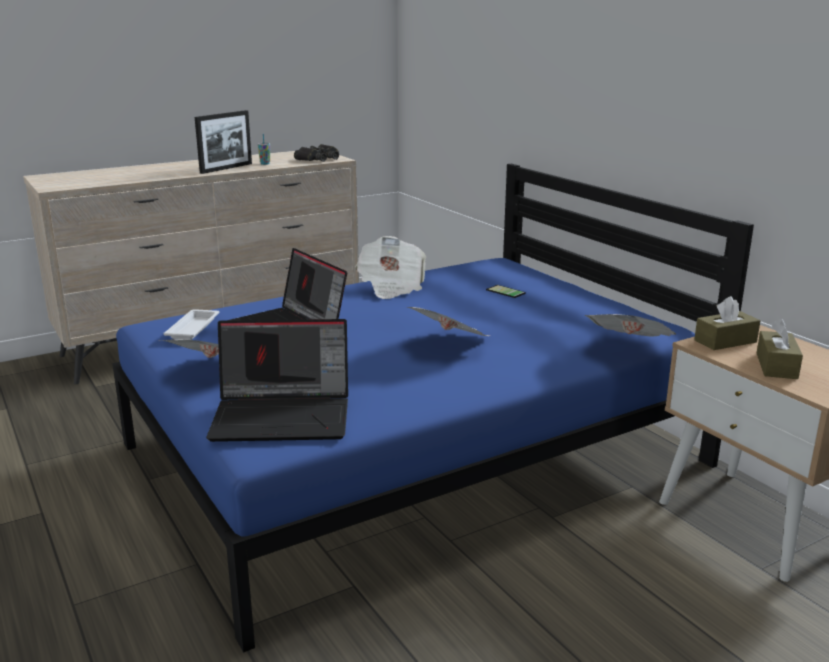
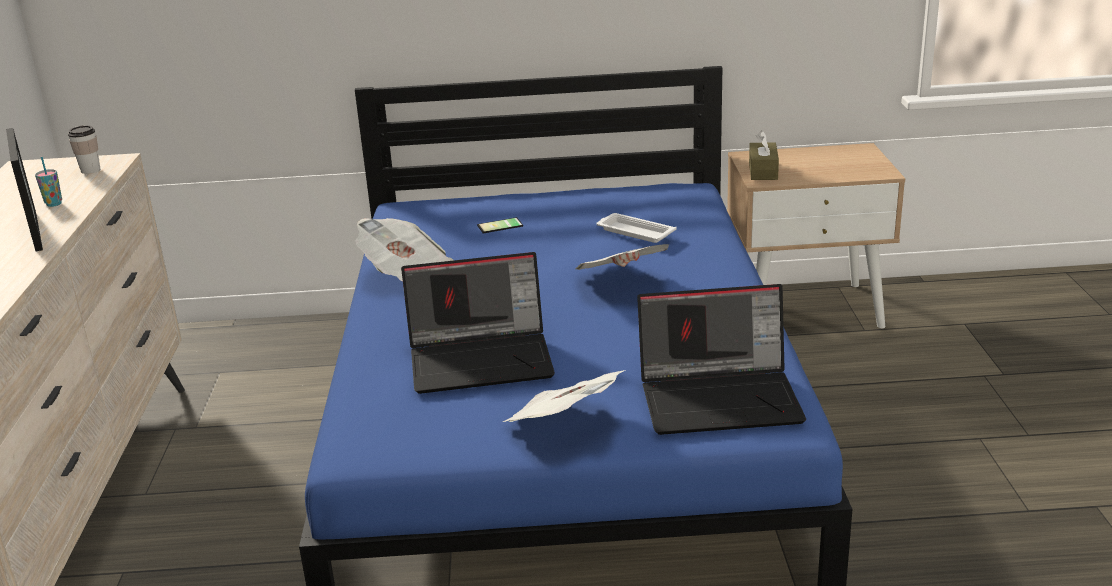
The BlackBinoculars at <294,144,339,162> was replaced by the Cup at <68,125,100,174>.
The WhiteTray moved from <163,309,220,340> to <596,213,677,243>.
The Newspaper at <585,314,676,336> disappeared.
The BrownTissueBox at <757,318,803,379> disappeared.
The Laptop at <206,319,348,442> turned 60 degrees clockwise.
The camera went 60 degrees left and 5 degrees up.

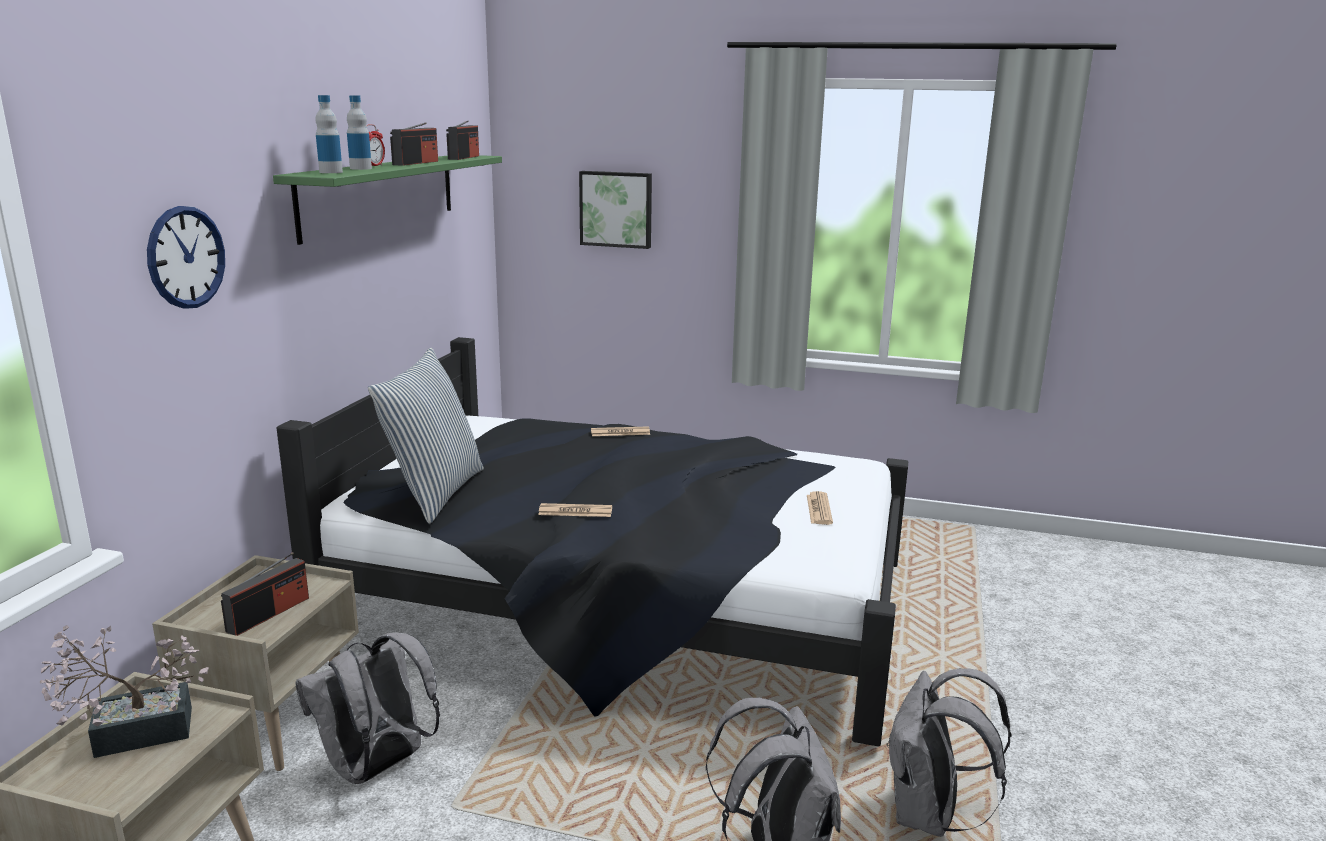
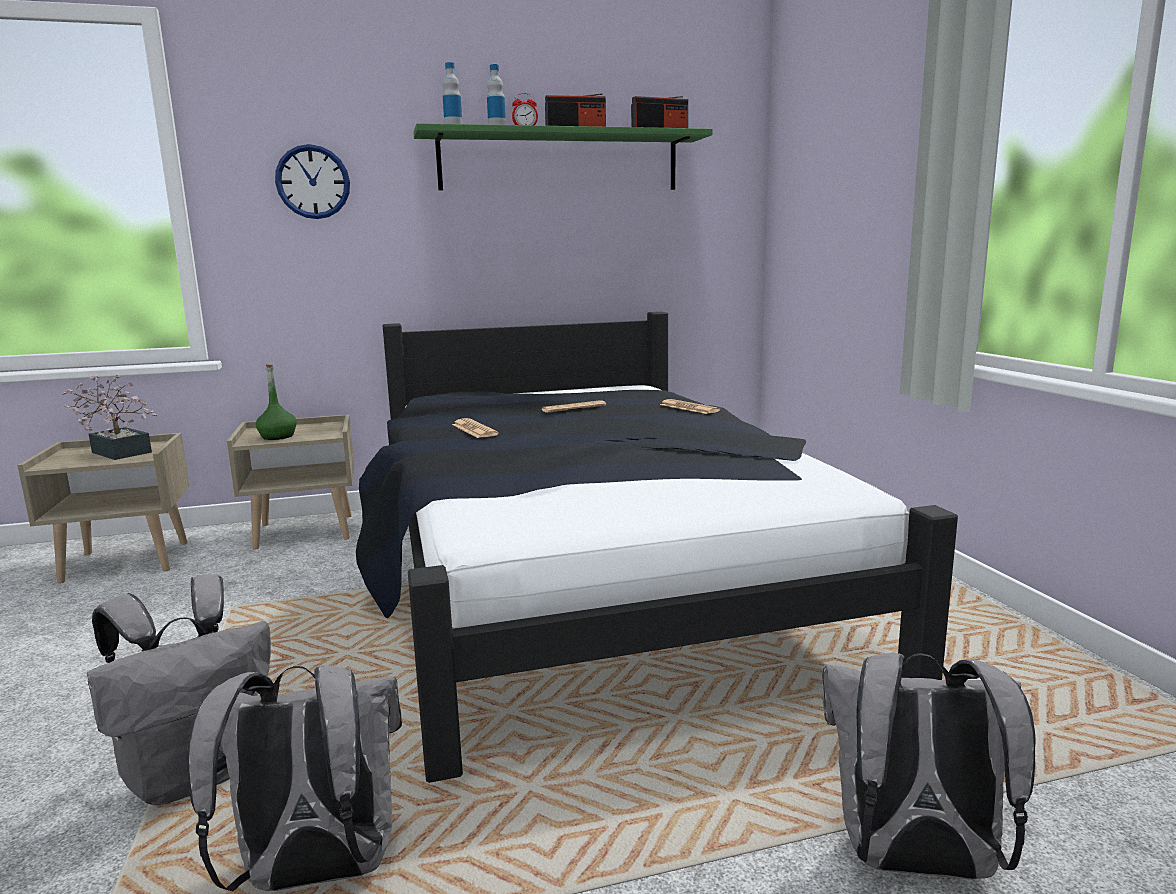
The Picture at <579,171,652,249> disappeared.
The Pillow at <368,348,484,524> disappeared.
The Newspaper moved from <807,491,833,525> to <542,400,606,413>.
The Radio at <221,552,309,636> was replaced by the GreenBottle at <256,364,297,440>.
The GreyBackpack moved from <295,632,440,784> to <822,652,1036,880>.
The camera went 60 degrees right and 5 degrees down.

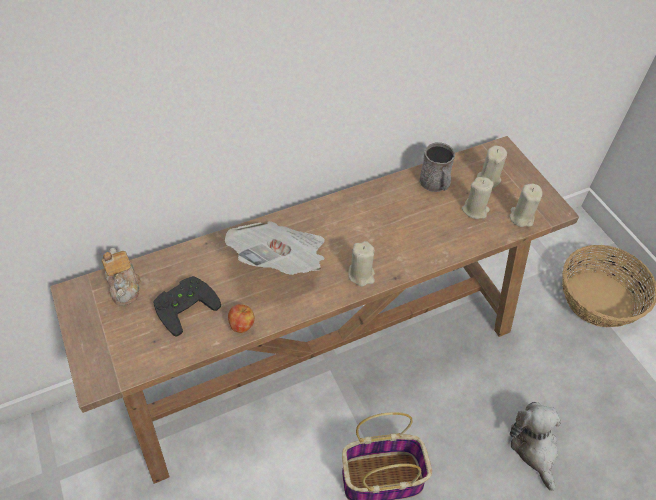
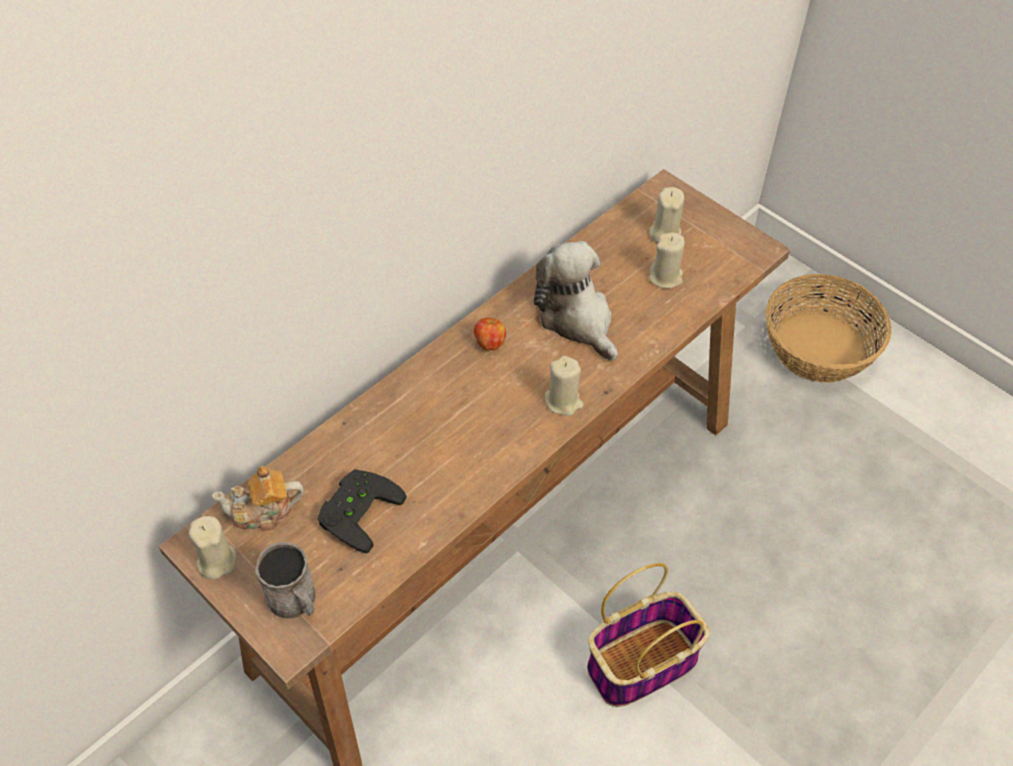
The GreyMug moved from <419,142,455,192> to <255,542,316,619>.
The BeigeCandle moved from <510,184,543,227> to <189,516,236,580>.
The Newspaper at <225,221,325,275> disappeared.
The Teapot at <102,248,141,306> turned 120 degrees clockwise.
The Apple moved from <228,304,255,333> to <474,318,506,351>.
The PlushToy moved from <510,402,561,491> to <534,241,618,361>.
The camera went 20 degrees left and 0 degrees up.

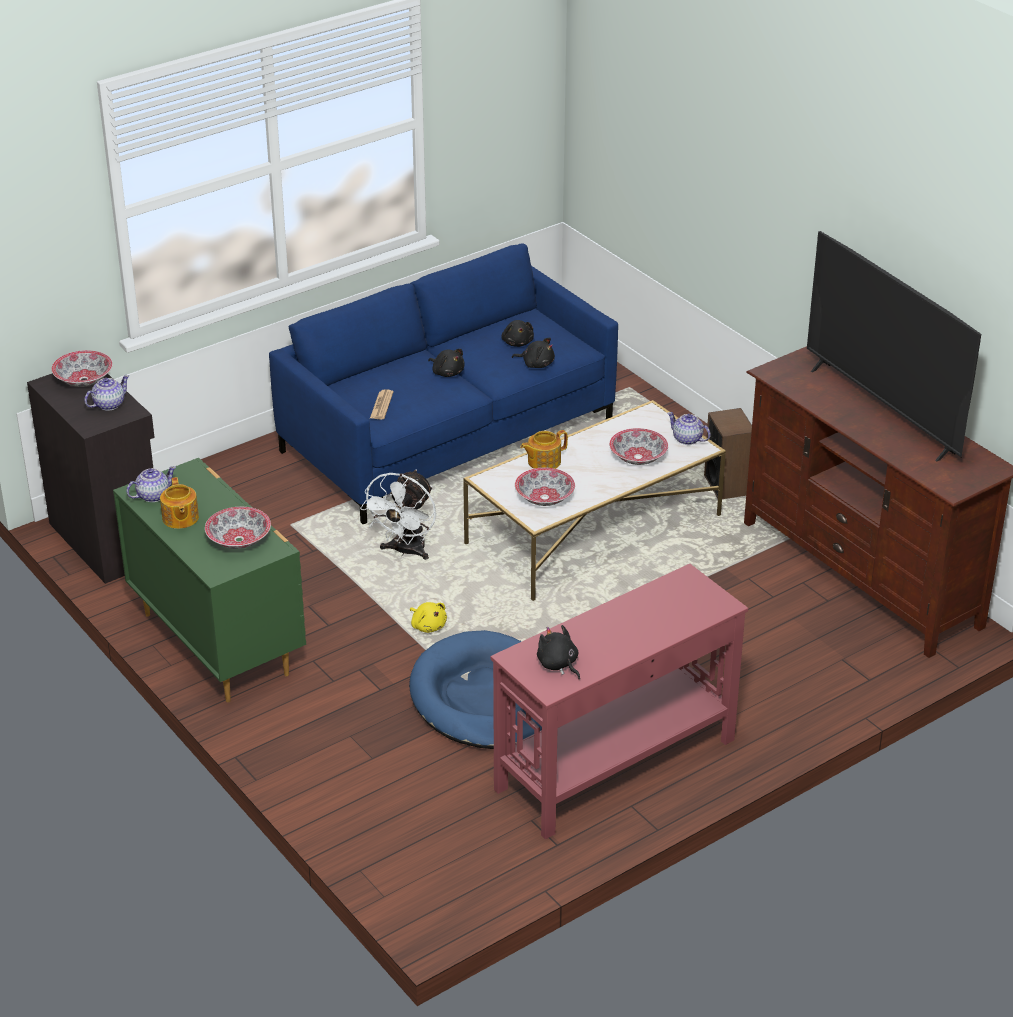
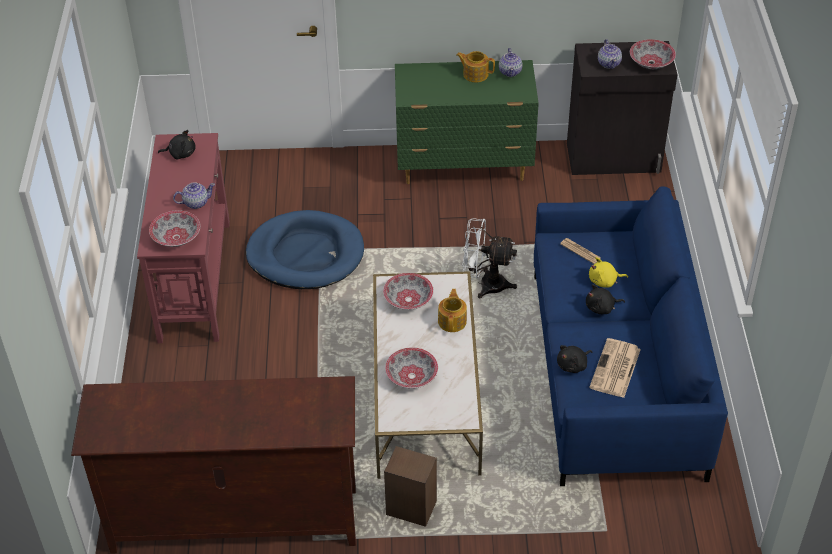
The Television at <807,231,981,462> disappeared.
The BlackPlushToy at <501,320,534,347> was replaced by the Newspaper at <589,338,641,398>.
The Teapot moved from <667,412,711,445> to <173,182,215,209>.
The WhiteFan at <360,470,436,560> turned 45 degrees counterclockwise.
The Bowl moved from <205,507,271,549> to <149,210,200,247>.
The YellowPlushToy moved from <410,602,447,633> to <589,257,628,288>.
The camera went 125 degrees right and 10 degrees up.

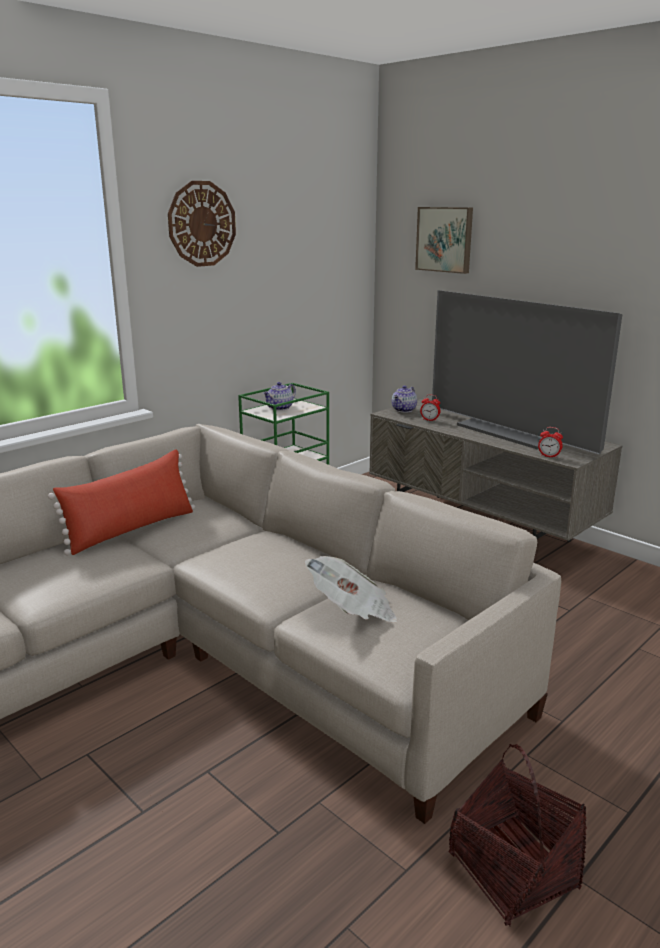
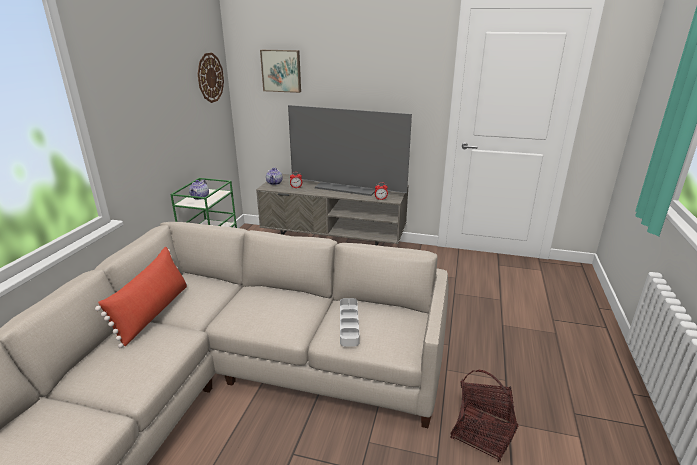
The WallClock moved from <168,181,236,267> to <198,53,224,103>.
The Newspaper at <305,556,398,622> was replaced by the GreyTray at <340,298,360,347>.
The camera went 30 degrees left and 5 degrees up.

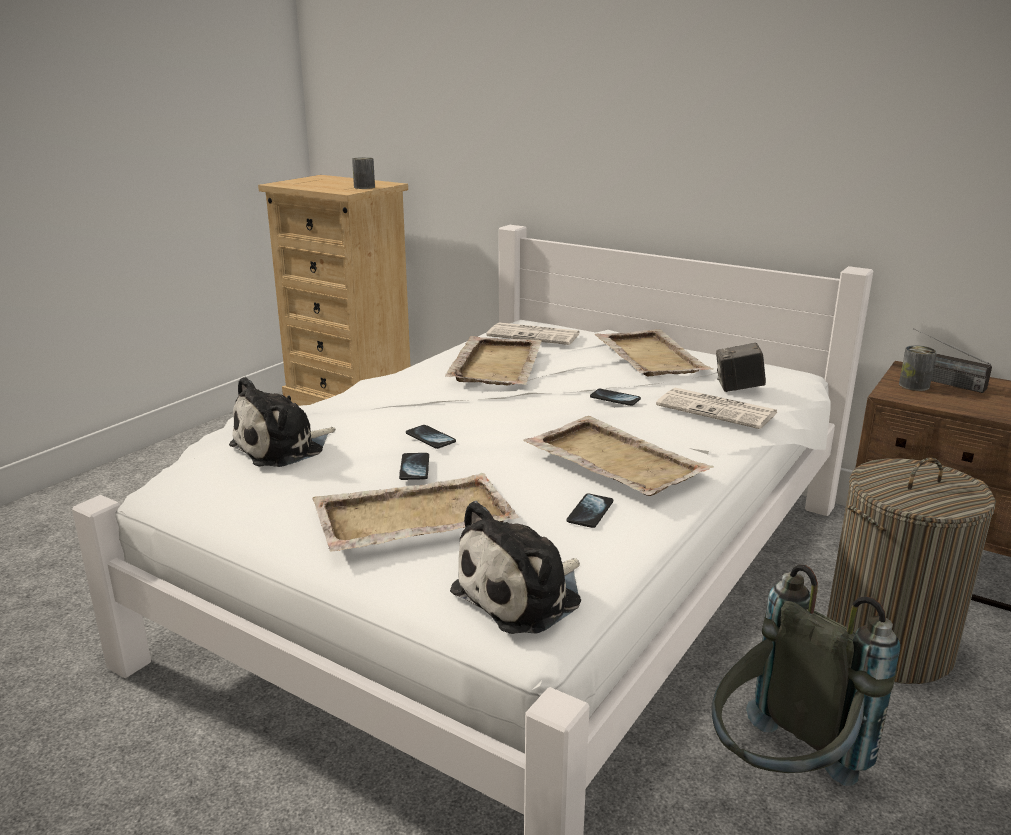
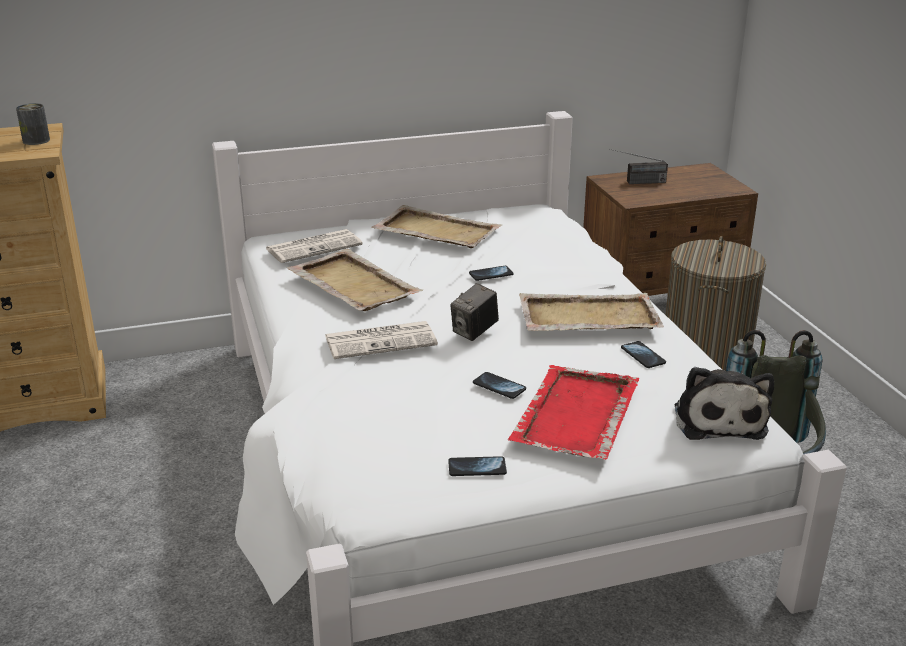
The PhotoCamera moved from <716,343,766,392> to <450,283,499,341>.
The Can at <899,345,937,391> disappeared.
The PlushToy at <229,377,336,467> disappeared.
The Newspaper moved from <656,388,778,429> to <325,321,438,359>.
The Phone moved from <406,425,456,449> to <448,456,507,476>.
The BeigeTray at <312,473,519,552> became the RedTray at <508,365,640,460>.
The camera went 50 degrees left and 5 degrees up.

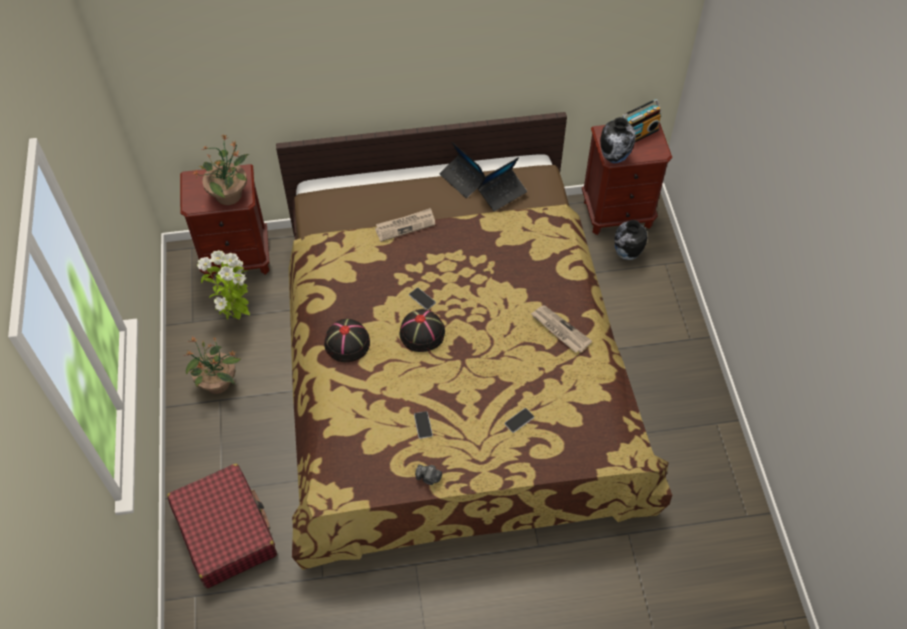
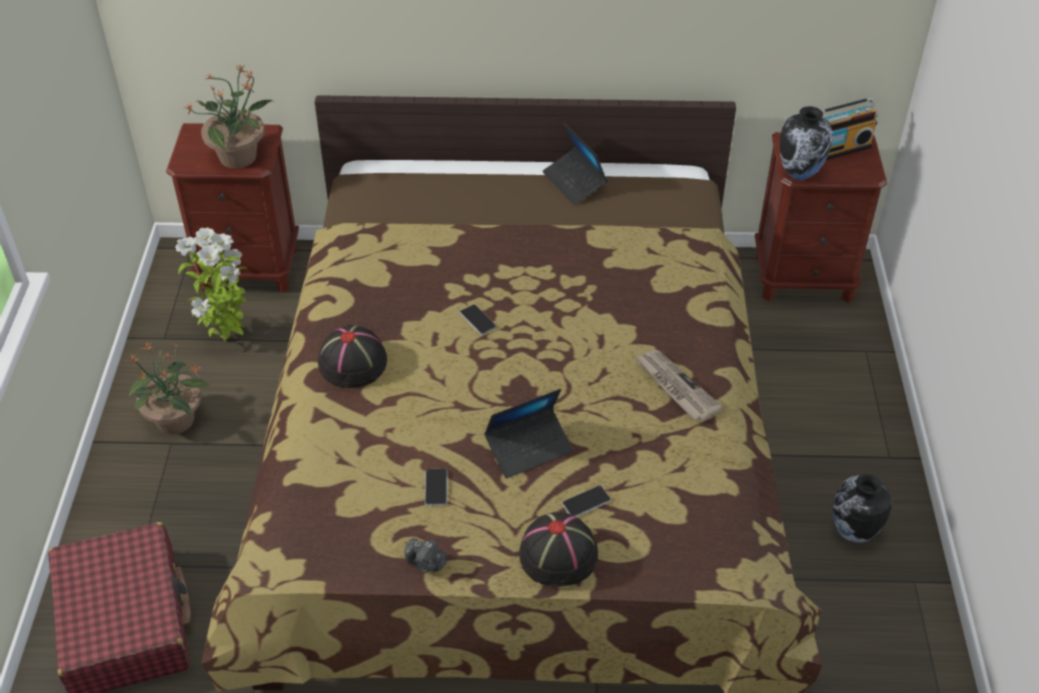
The Laptop moved from <478,157,527,212> to <484,389,573,478>.
The Newspaper at <375,208,435,242> disappeared.
The Vase moved from <614,220,647,260> to <833,474,892,543>.
The BlackHat moved from <400,309,445,352> to <519,512,598,587>.
The camera went 10 degrees right and 10 degrees down.

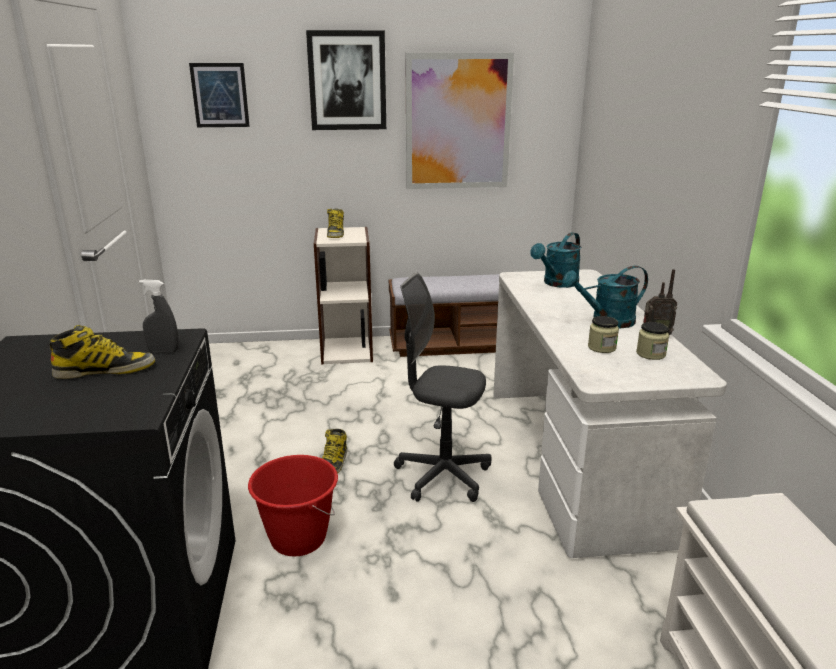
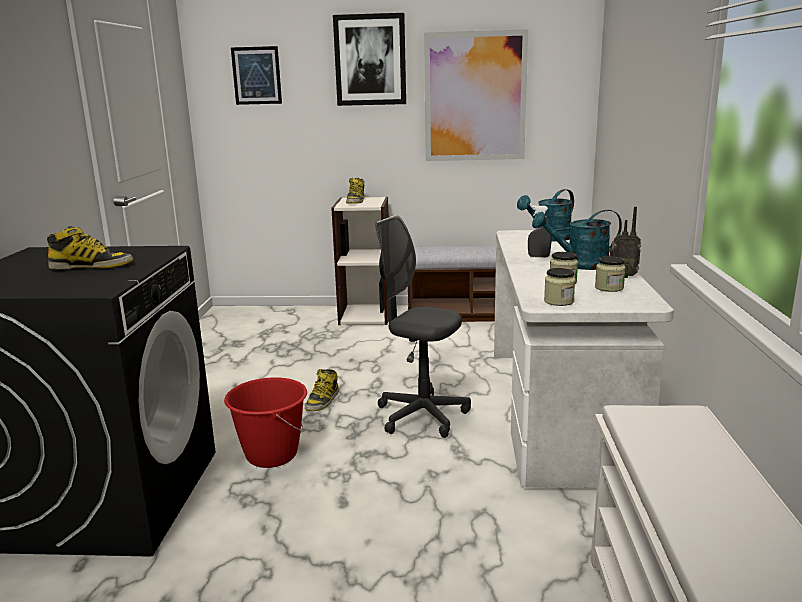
The GreySprayBottle moved from <139,280,179,352> to <528,205,551,257>.
The Jar at <544,268,575,306> appeared.
The camera went 10 degrees right and 5 degrees down.

